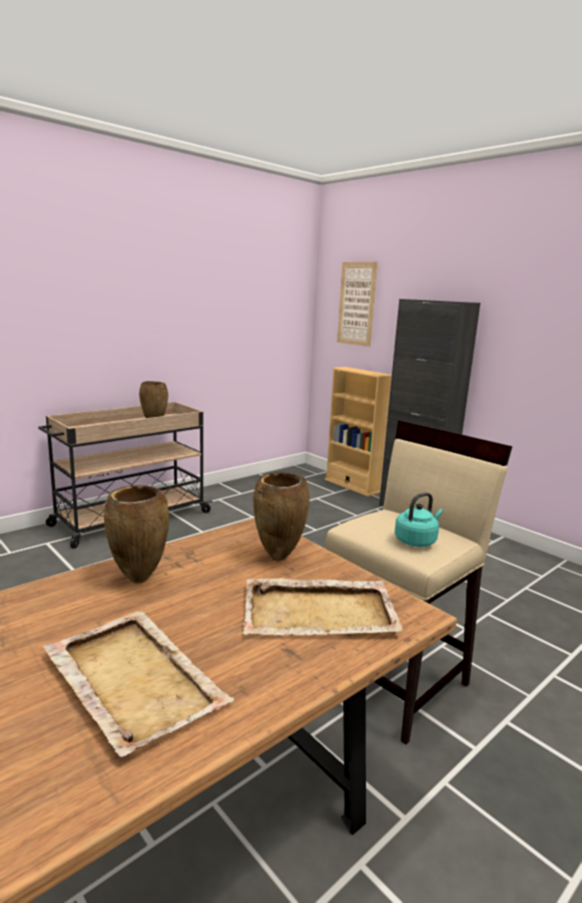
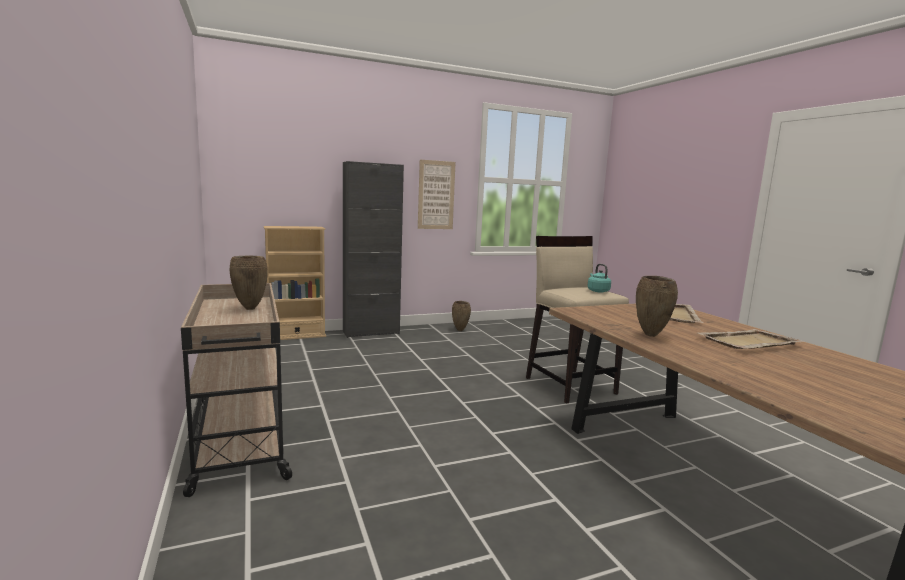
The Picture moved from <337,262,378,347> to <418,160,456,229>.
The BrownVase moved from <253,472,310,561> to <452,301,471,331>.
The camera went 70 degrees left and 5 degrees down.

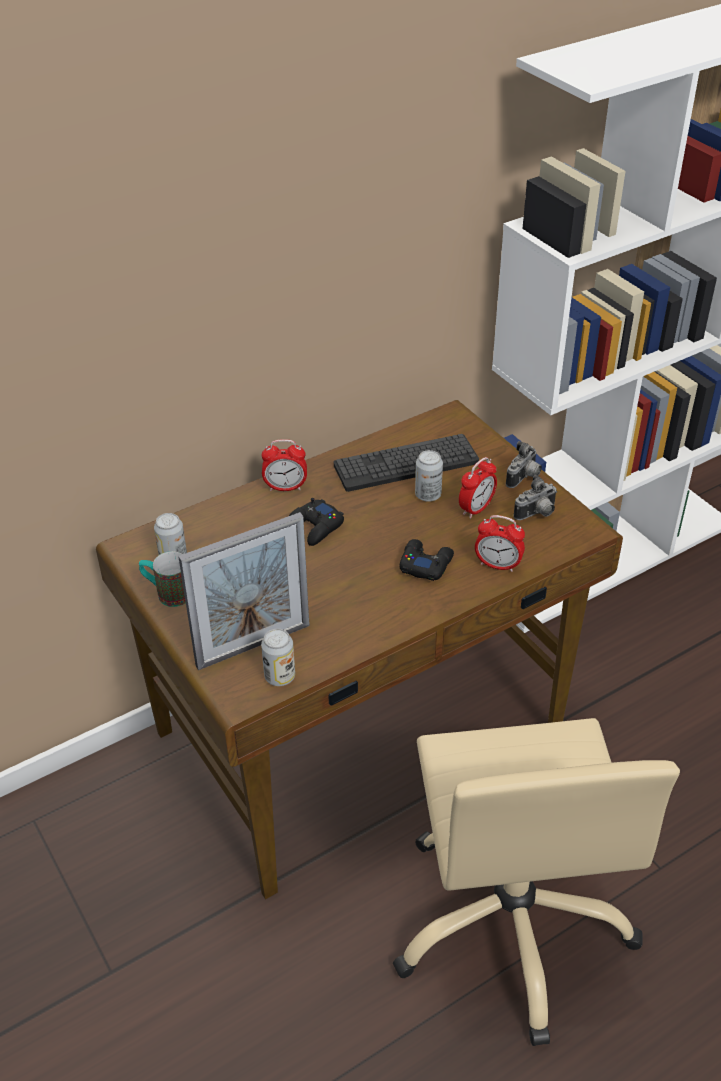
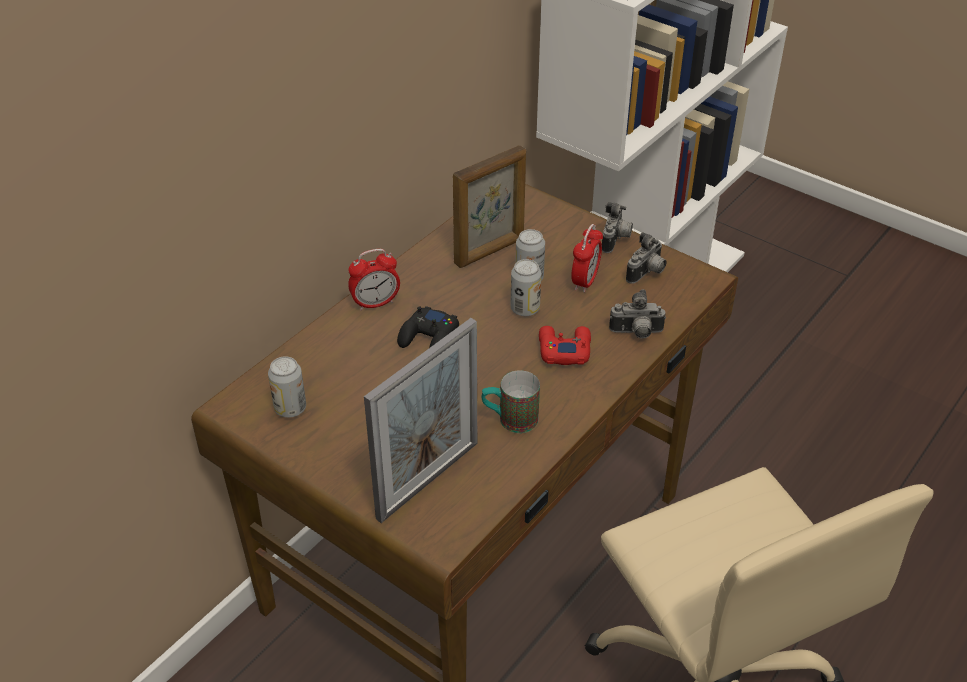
The Keyboard at <334,434,479,492> was replaced by the PictureFrame at <453,145,526,268>.
The AlarmClock at <475,515,525,572> was replaced by the PhotoCamera at <609,289,666,339>.
The BlackGameController at <399,539,454,581> became the RedGameController at <539,326,591,365>.
The Mug moved from <139,551,186,607> to <482,370,540,433>.
The Can moved from <261,629,295,686> to <511,259,541,316>.
The camera went 20 degrees left and 0 degrees up.

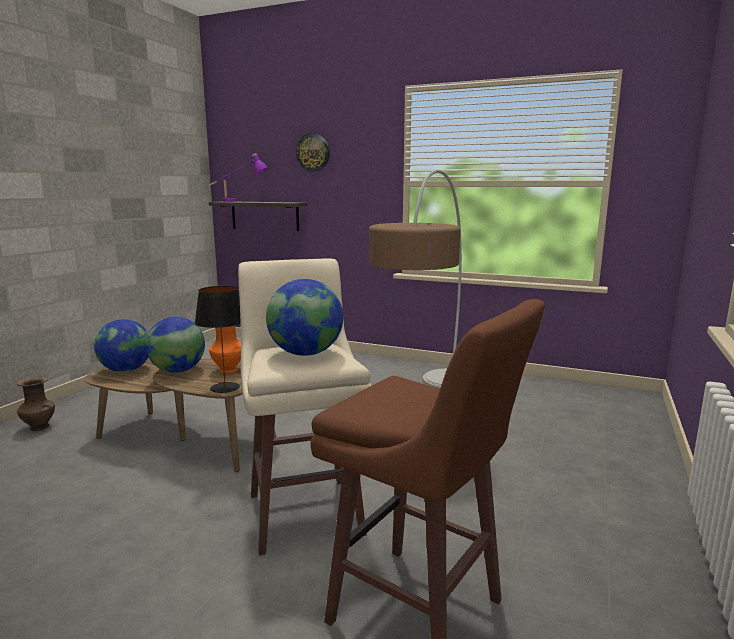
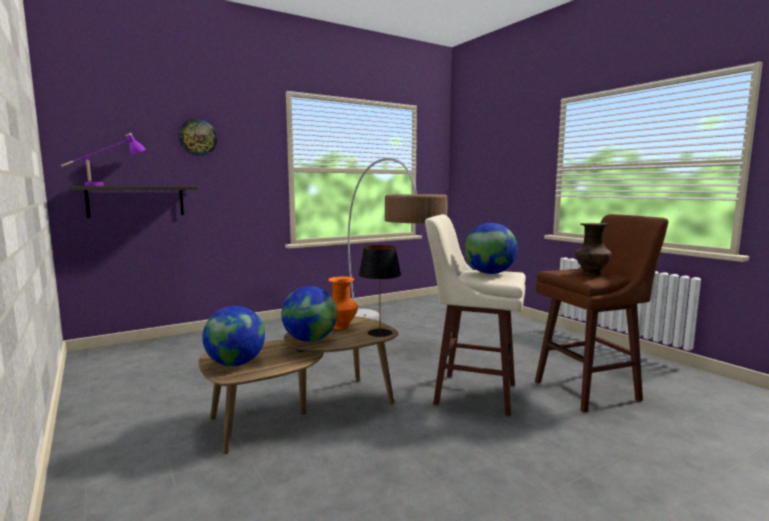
The BrownVase moved from <17,377,55,431> to <575,223,611,276>.
The camera went 55 degrees left and 5 degrees down.

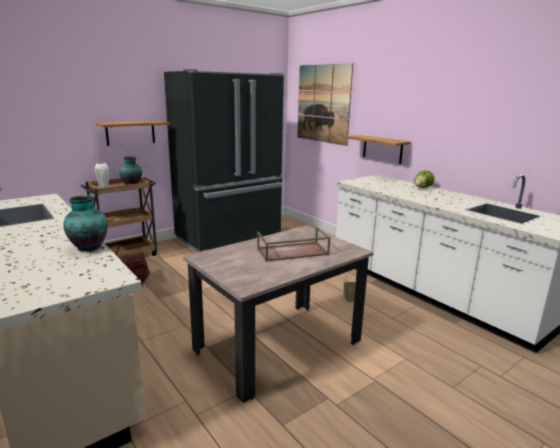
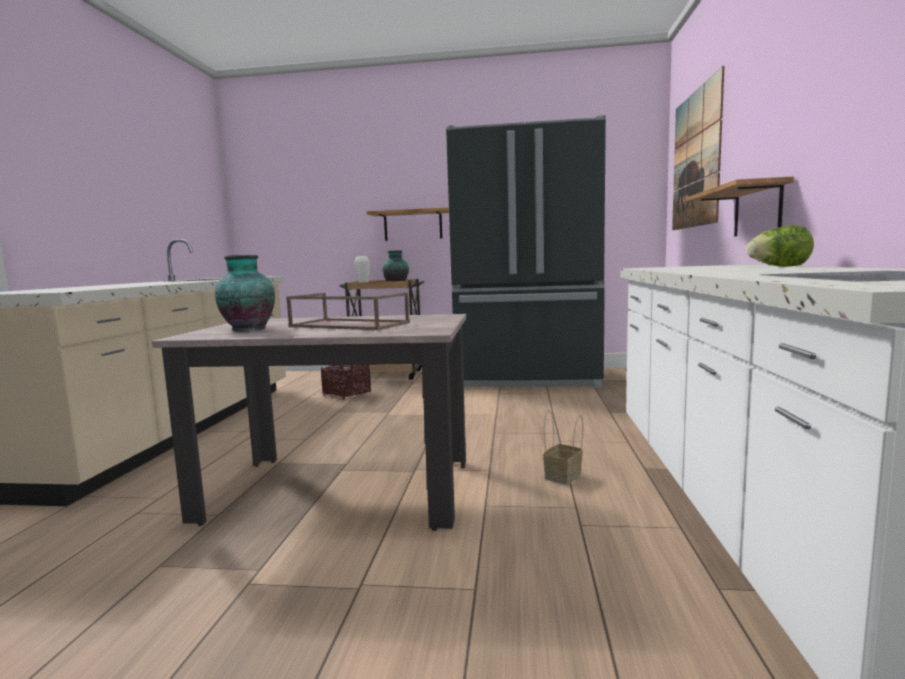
The Vase moved from <63,195,108,252> to <215,255,275,332>.
The camera went 45 degrees right and 10 degrees down.

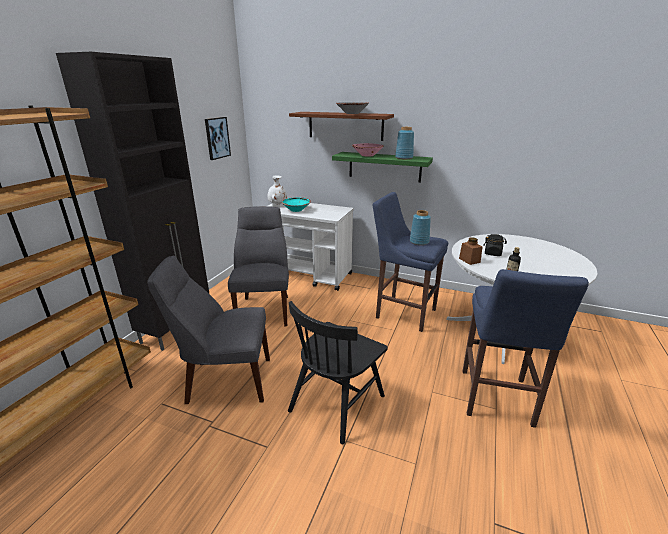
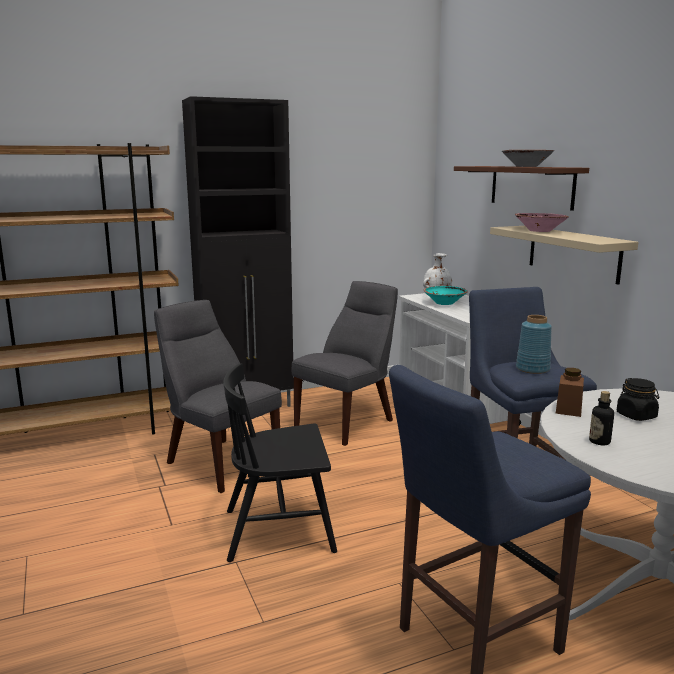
The Picture at <205,117,231,160> disappeared.
The BlueVase at <395,127,414,159> disappeared.
The GreenShelf at <332,152,433,183> became the BeigeShelf at <490,226,638,285>.
The camera went 45 degrees right and 10 degrees down.

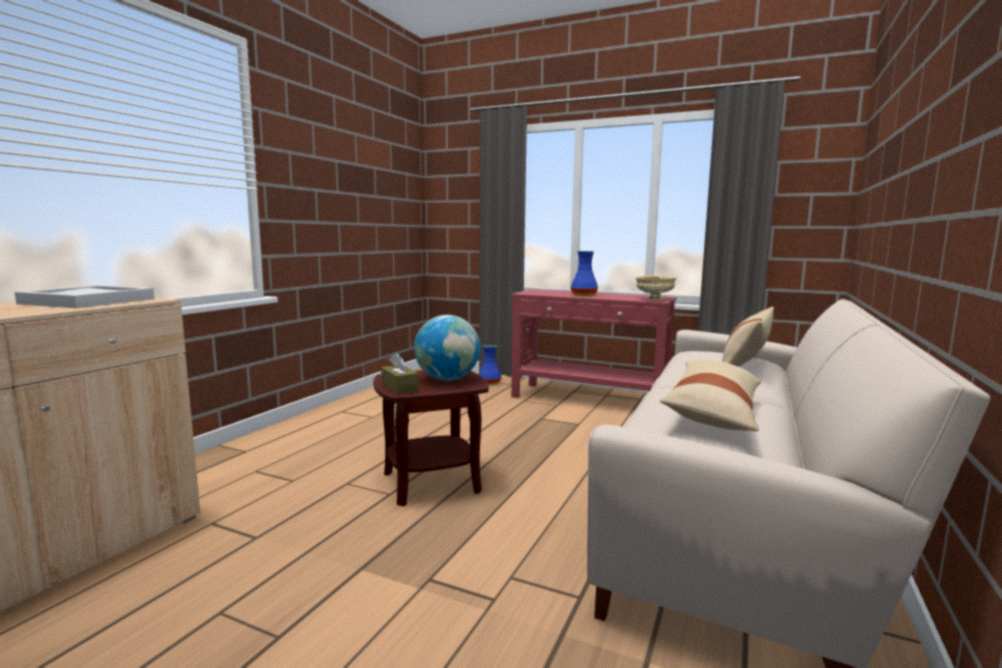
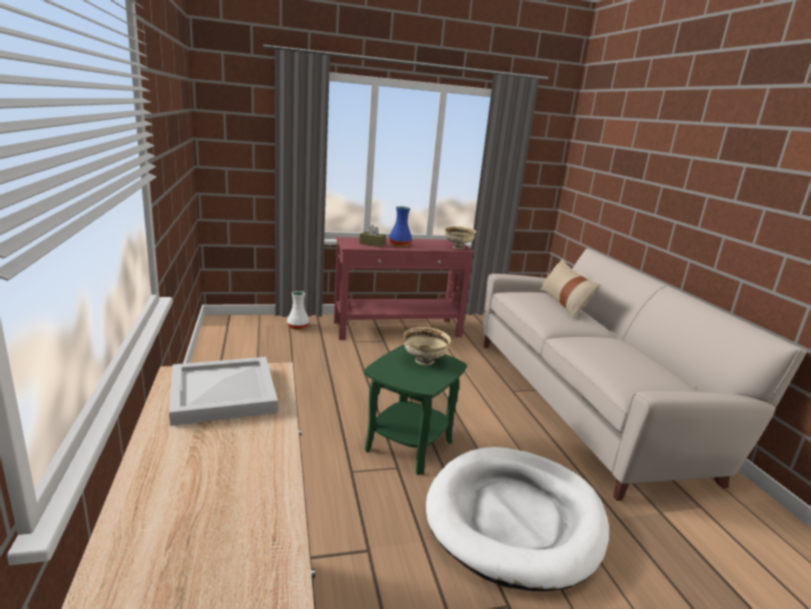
The Globe at <414,315,480,381> was replaced by the BeigeBowl at <404,327,451,365>.
The BlueVase at <478,345,501,385> became the WhiteVase at <287,291,309,330>.
The BrownTissueBox moved from <381,353,418,395> to <359,225,386,247>.
The BeigePillow at <659,359,761,431> disappeared.
The BrownSideTable at <373,370,489,506> became the GreenSideTable at <364,345,467,475>.
The WhiteDogBed at <426,447,609,591> appeared.
The camera went 40 degrees left and 10 degrees up.

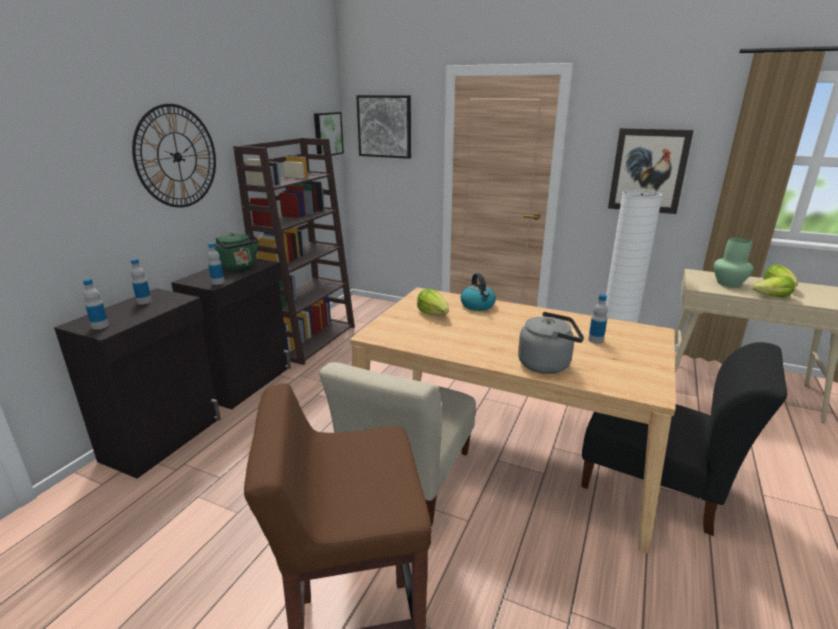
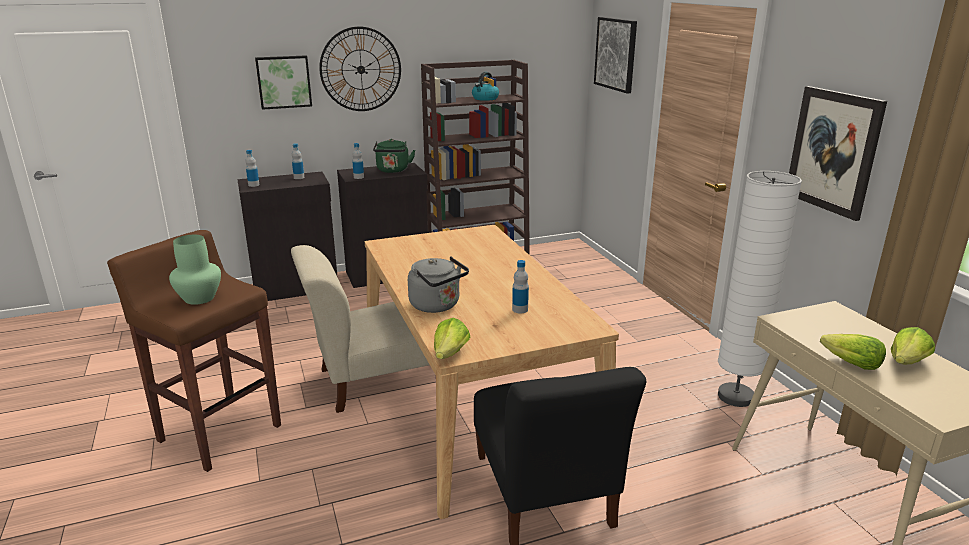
The Picture moved from <314,112,344,156> to <255,55,312,110>.
The GreenVase moved from <714,238,753,287> to <169,235,221,305>.
The Kettle moved from <461,273,496,311> to <472,72,499,101>.
The Lettuce moved from <417,289,449,315> to <434,318,470,359>.
The camera went 45 degrees right and 0 degrees up.

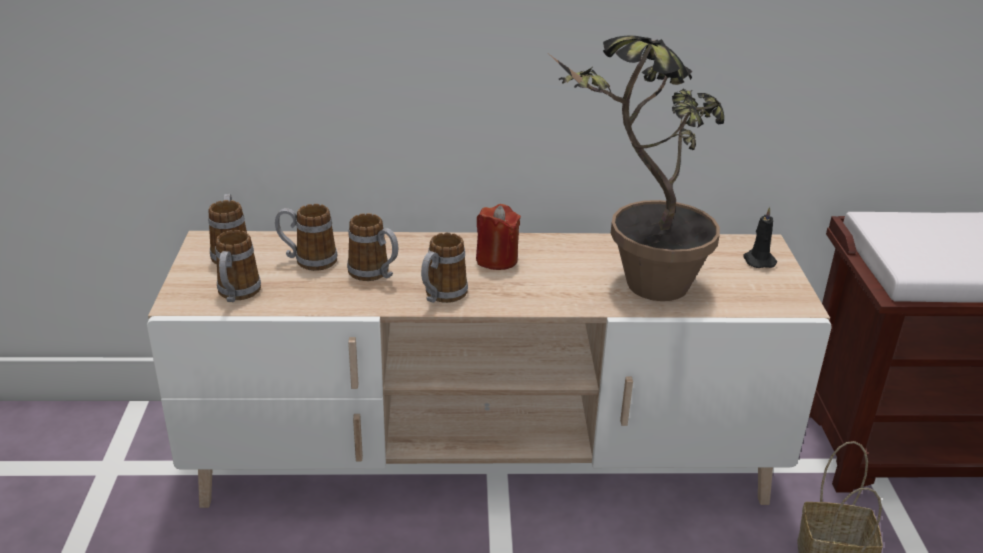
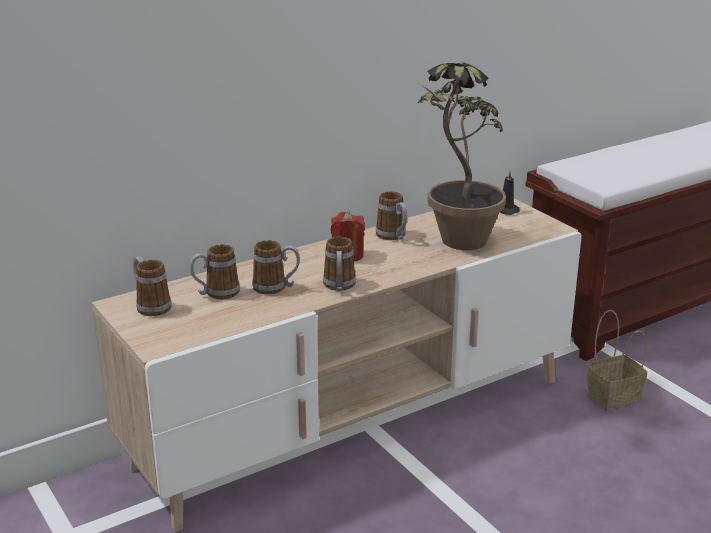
The Mug moved from <215,230,261,302> to <376,191,407,240>.
The camera went 30 degrees left and 5 degrees down.

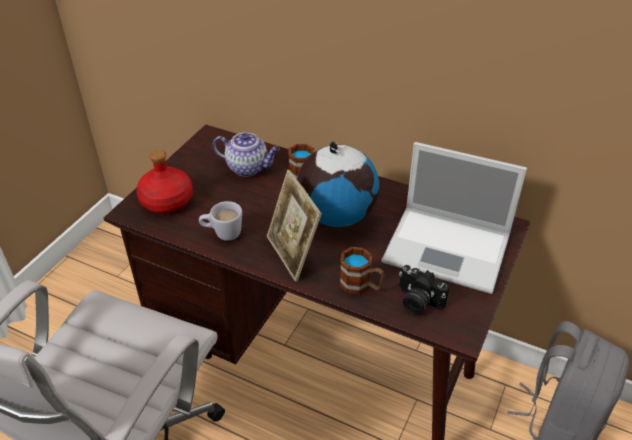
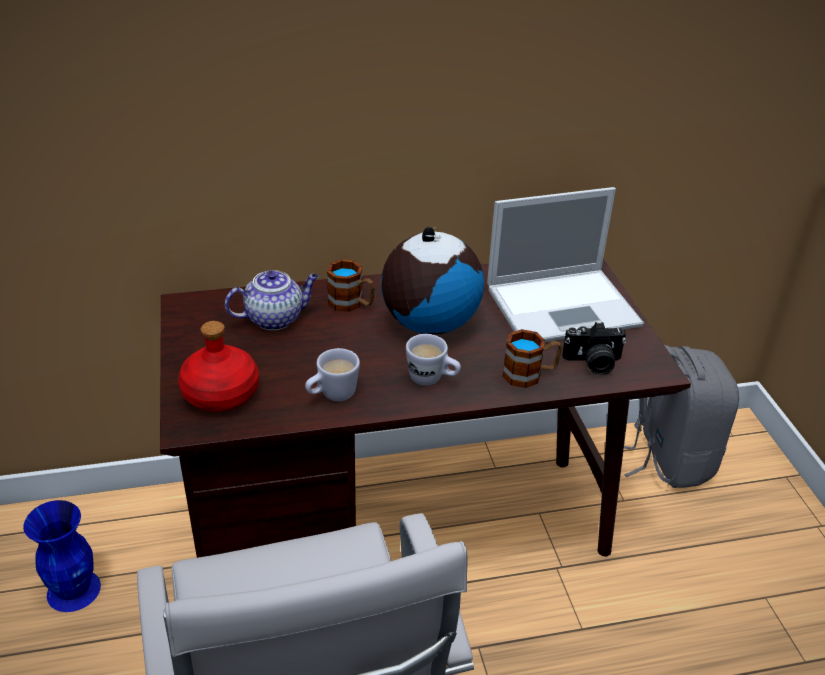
The PictureFrame at <267,170,322,282> was replaced by the WhiteMug at <406,334,461,385>.
The BlueVase at <23,500,101,612> appeared.
The camera went 40 degrees left and 5 degrees down.

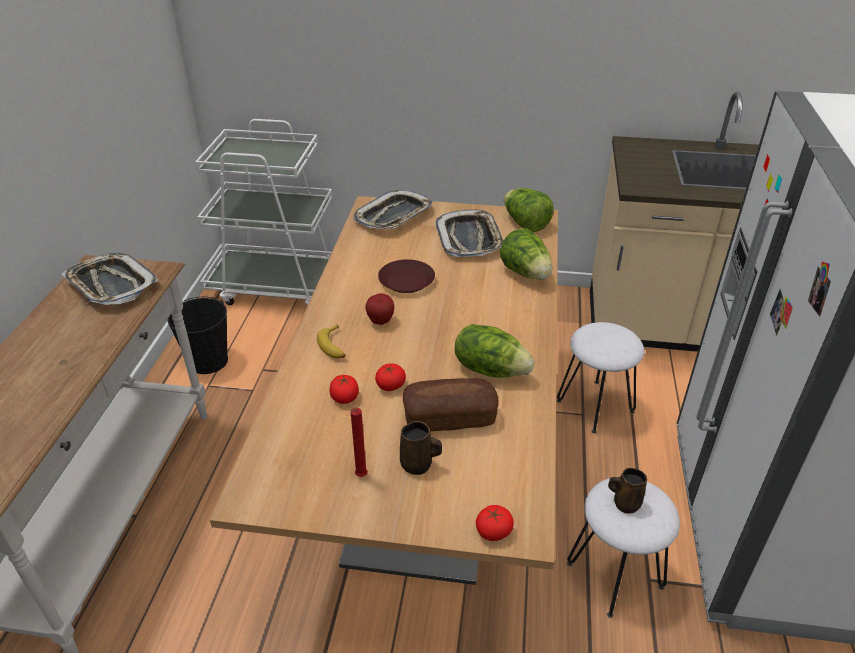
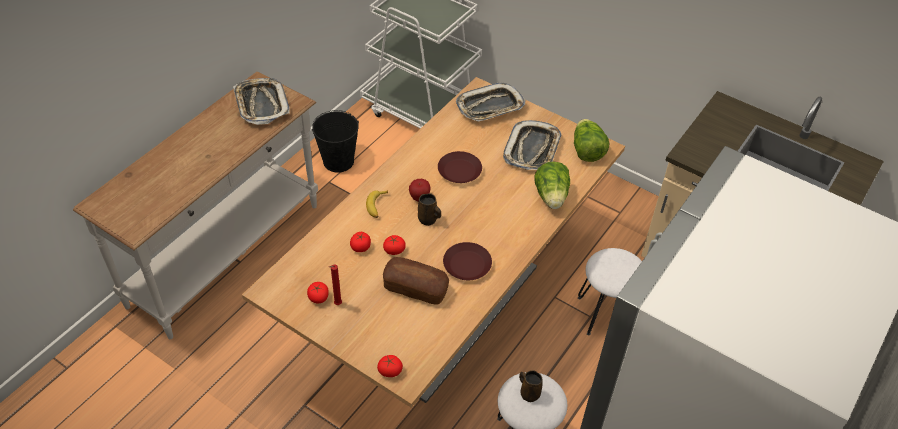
The Lettuce at <455,324,534,378> was replaced by the BrownPlate at <443,242,492,280>.
The BrownMug moved from <400,421,442,475> to <418,193,441,226>.
The Tomato at <307,282,329,303> appeared.
The camera went 25 degrees right and 10 degrees up.

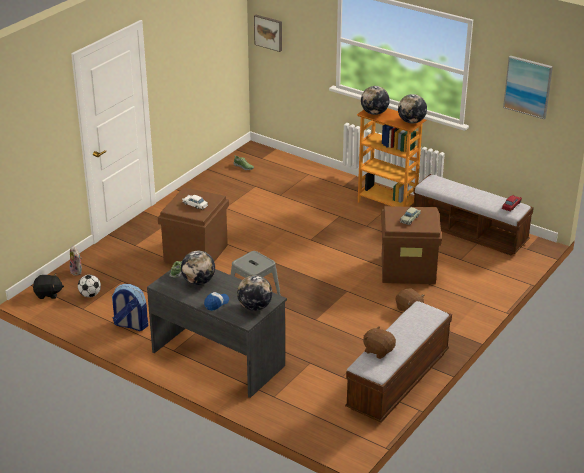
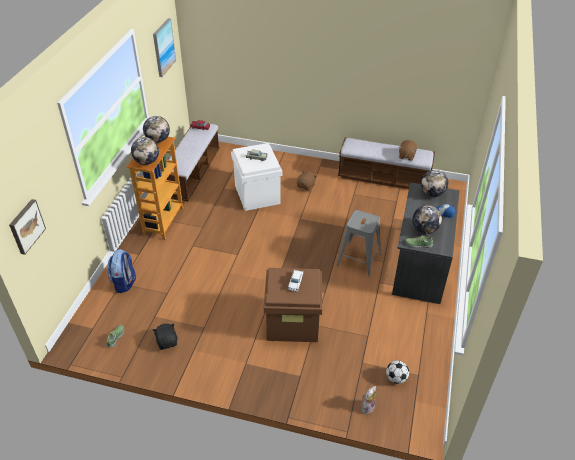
The BrownStorageBox at <381,206,442,284> became the WhiteStorageBox at <231,143,283,211>.
The BlackPlushToy moved from <33,274,64,299> to <153,324,177,350>.
The Backpack moved from <112,284,148,331> to <108,249,136,293>.
The camera went 110 degrees left and 10 degrees up.

